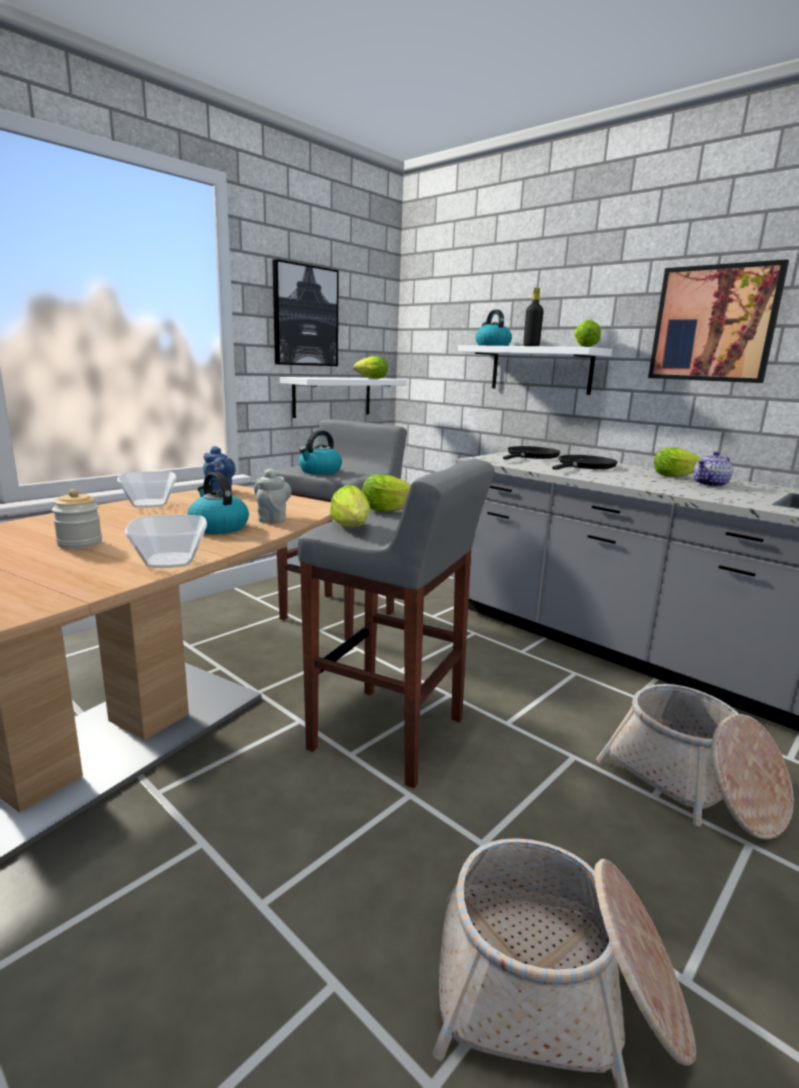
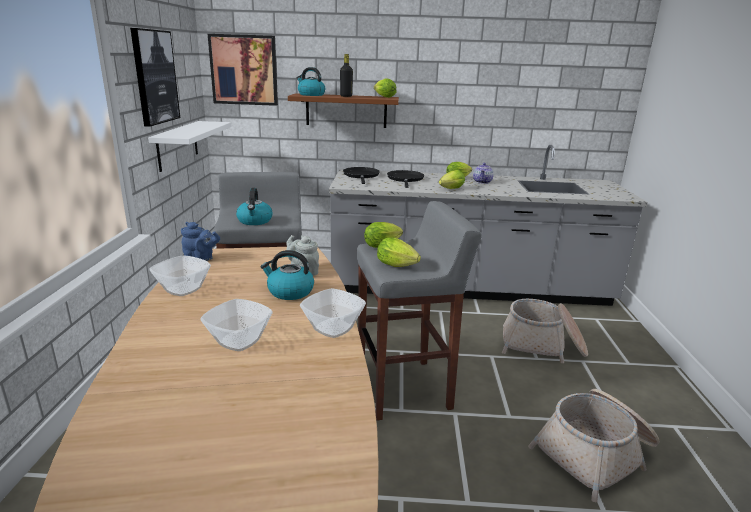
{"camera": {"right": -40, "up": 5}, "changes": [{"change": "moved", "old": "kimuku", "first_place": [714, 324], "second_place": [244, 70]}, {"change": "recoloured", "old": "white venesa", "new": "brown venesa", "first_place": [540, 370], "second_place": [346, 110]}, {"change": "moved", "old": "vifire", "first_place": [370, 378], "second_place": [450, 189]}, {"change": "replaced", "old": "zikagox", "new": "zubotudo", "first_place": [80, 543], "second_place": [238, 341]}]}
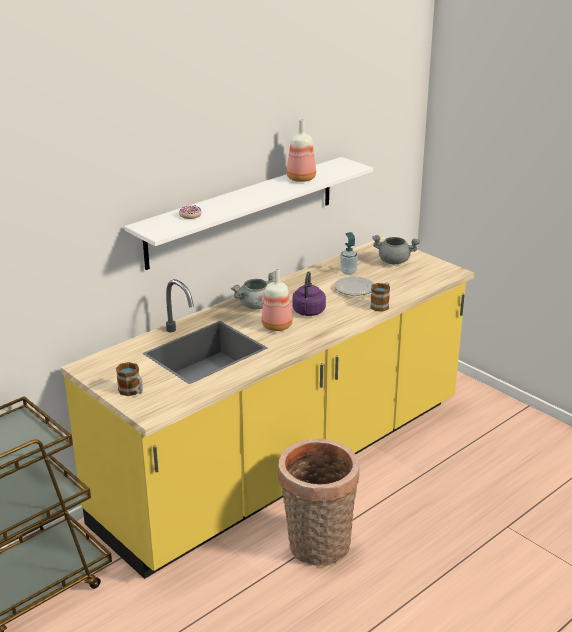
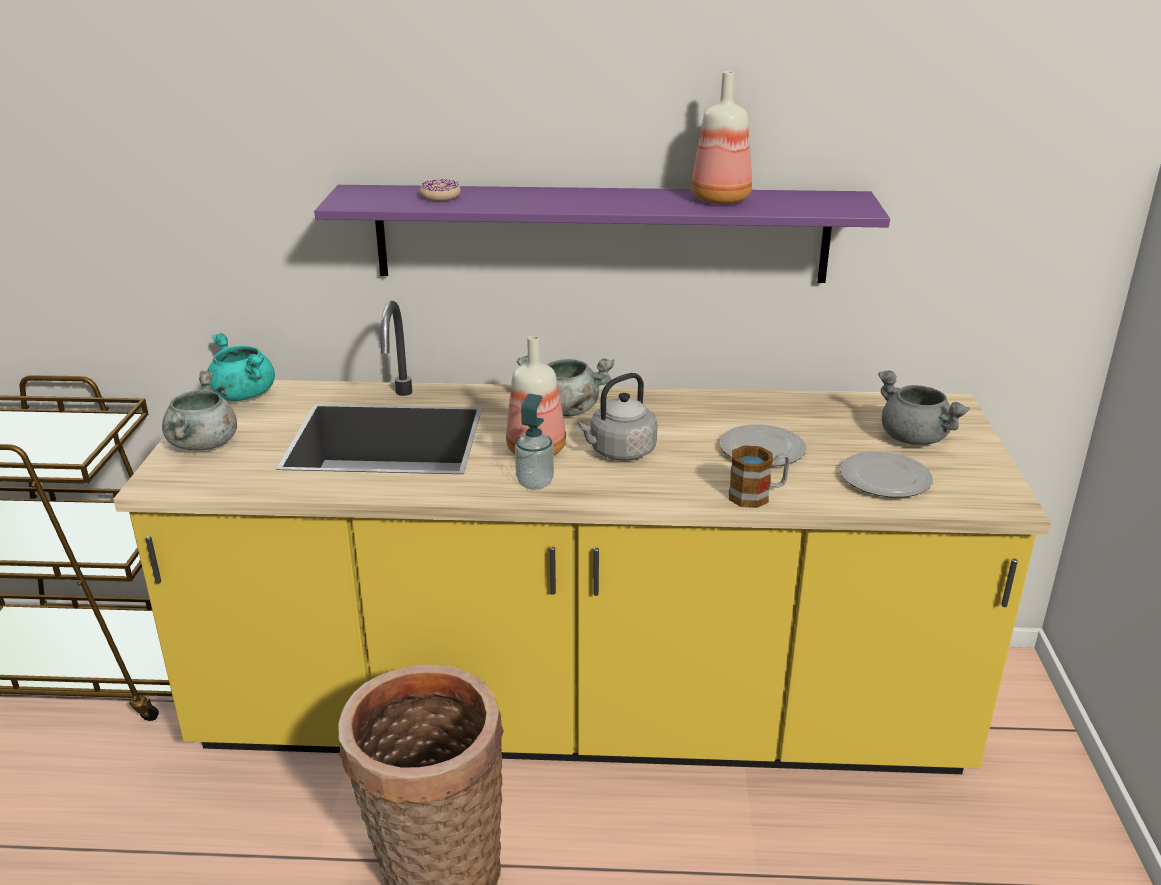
{"camera": {"right": 45, "up": 0}, "changes": [{"change": "recoloured", "old": "white venesa", "new": "purple venesa", "first_place": [242, 211], "second_place": [601, 233]}, {"change": "moved", "old": "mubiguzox", "first_place": [348, 272], "second_place": [535, 482]}, {"change": "recoloured", "old": "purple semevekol", "new": "grey semevekol", "first_place": [308, 312], "second_place": [619, 452]}, {"change": "replaced", "old": "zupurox", "new": "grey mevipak", "first_place": [132, 391], "second_place": [204, 444]}, {"change": "added", "new": "turquoise mevipak", "second_place": [242, 394]}, {"change": "added", "new": "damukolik", "second_place": [885, 480]}]}
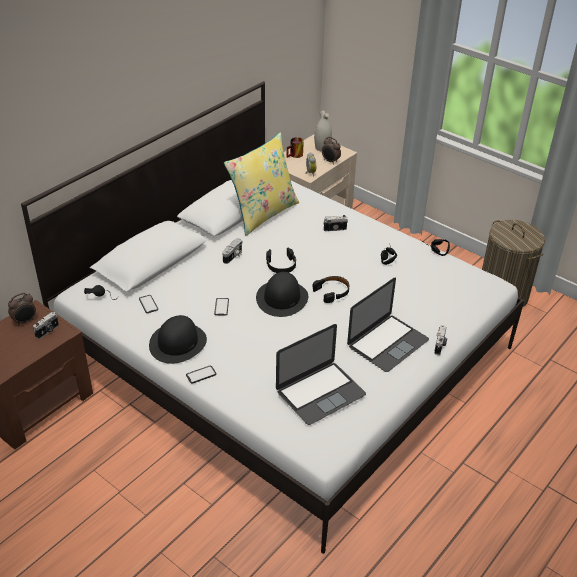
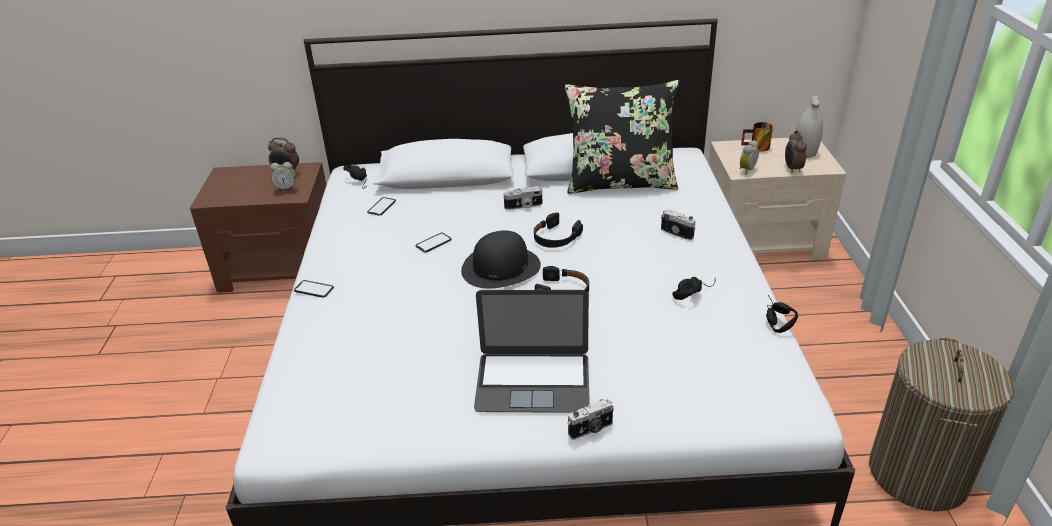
{"camera": {"right": 50, "up": -5}, "changes": [{"change": "recoloured", "old": "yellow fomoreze", "new": "black fomoreze", "first_place": [263, 213], "second_place": [620, 183]}, {"change": "replaced", "old": "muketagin", "new": "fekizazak", "first_place": [48, 331], "second_place": [286, 189]}, {"change": "removed", "old": "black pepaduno", "first_place": [178, 342]}, {"change": "removed", "old": "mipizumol", "first_place": [320, 392]}]}
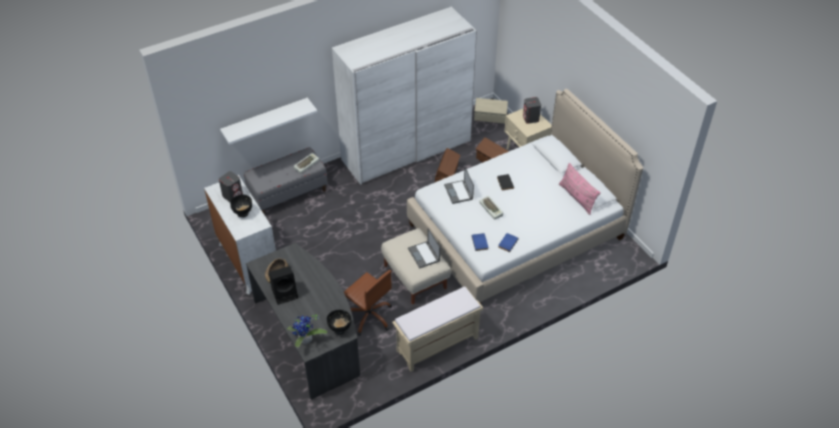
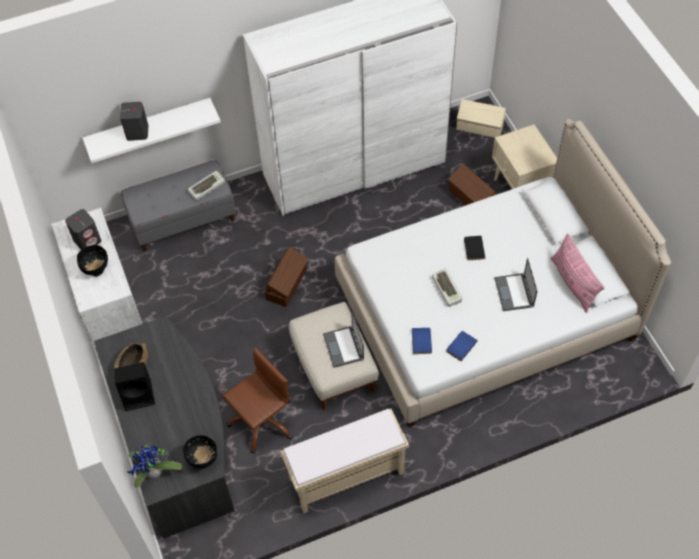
{"camera": {"right": 10, "up": 10}, "changes": [{"change": "moved", "old": "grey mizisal", "first_place": [531, 118], "second_place": [137, 132]}, {"change": "moved", "old": "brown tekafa", "first_place": [447, 175], "second_place": [287, 284]}, {"change": "moved", "old": "mipizumol", "first_place": [458, 192], "second_place": [514, 293]}, {"change": "turned", "old": "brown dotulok", "first_place": [369, 316], "second_place": [262, 421], "degrees": -90}]}
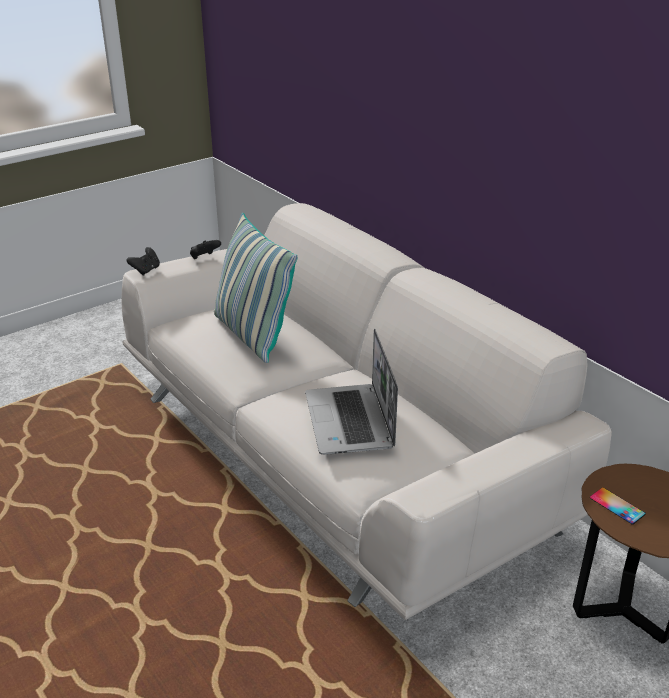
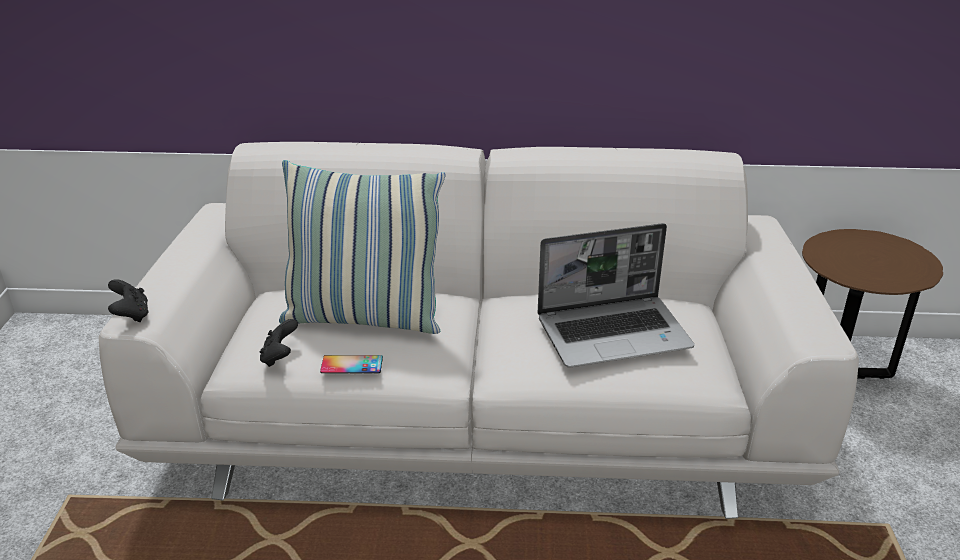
{"camera": {"right": -50, "up": 0}, "changes": [{"change": "moved", "old": "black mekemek", "first_place": [204, 258], "second_place": [280, 357]}, {"change": "turned", "old": "mipizumol", "first_place": [350, 422], "second_place": [614, 333], "degrees": -45}, {"change": "moved", "old": "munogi", "first_place": [617, 506], "second_place": [351, 365]}]}
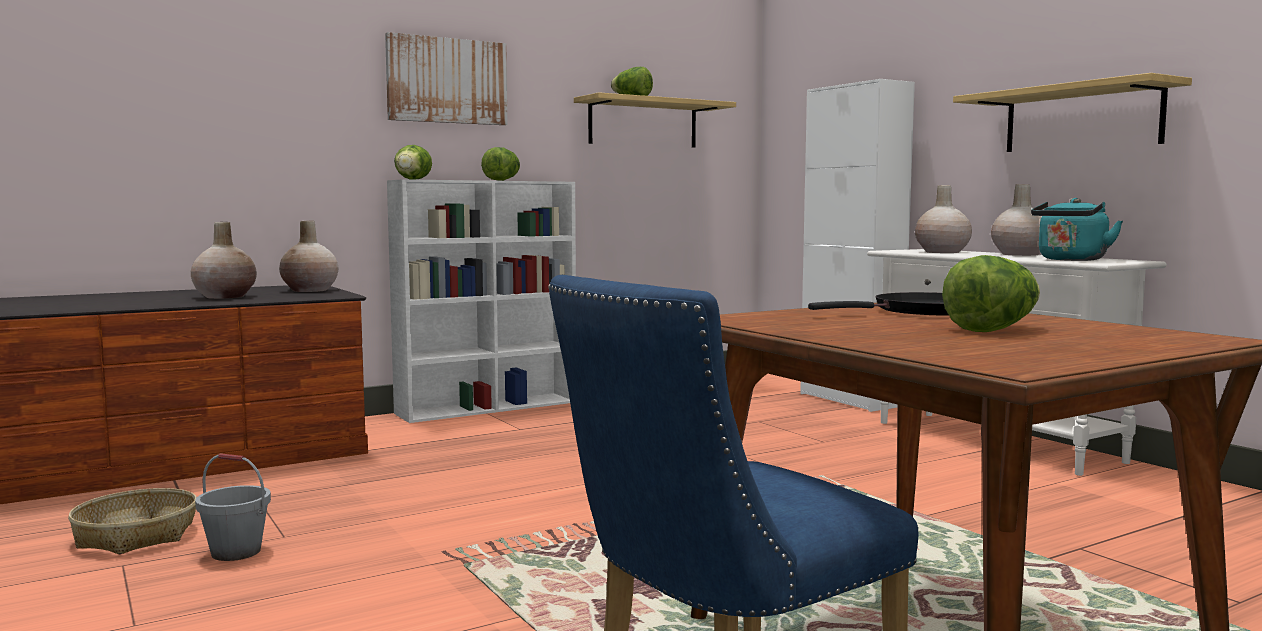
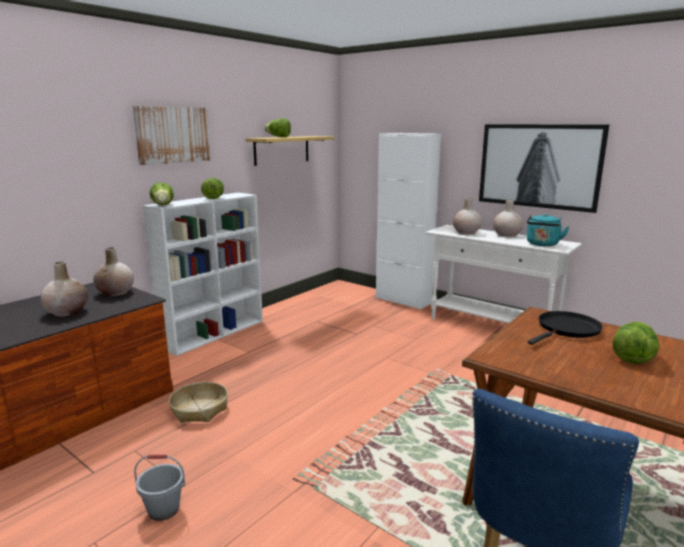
{"camera": {"right": -20, "up": 10}, "changes": [{"change": "replaced", "old": "venesa", "new": "kimuku", "first_place": [1081, 119], "second_place": [538, 166]}, {"change": "moved", "old": "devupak", "first_place": [135, 535], "second_place": [199, 409]}]}
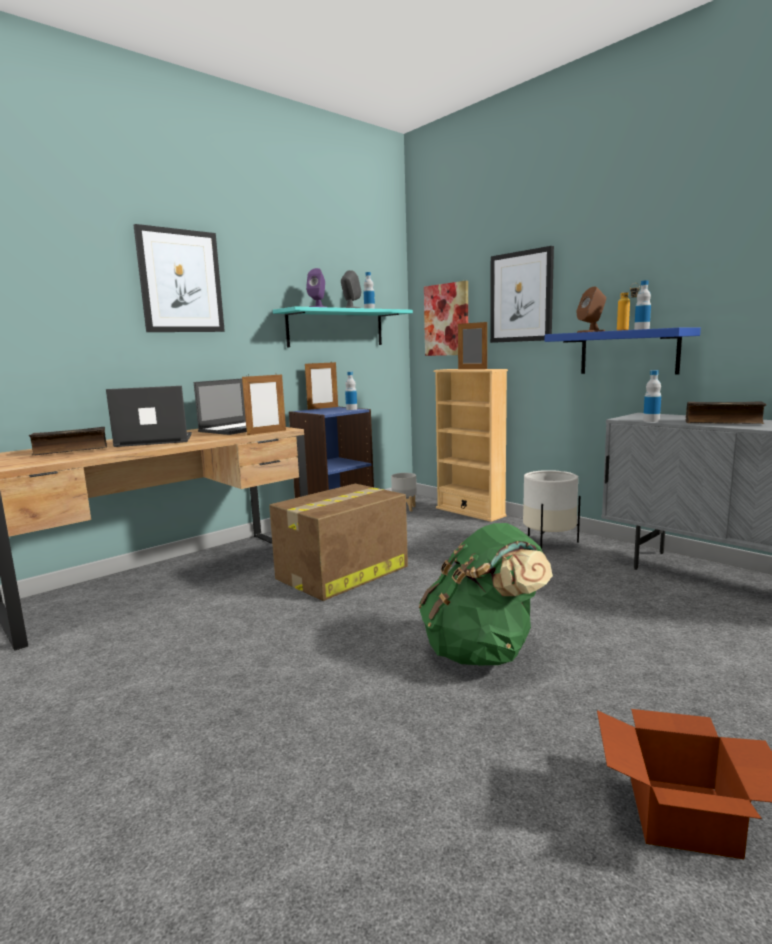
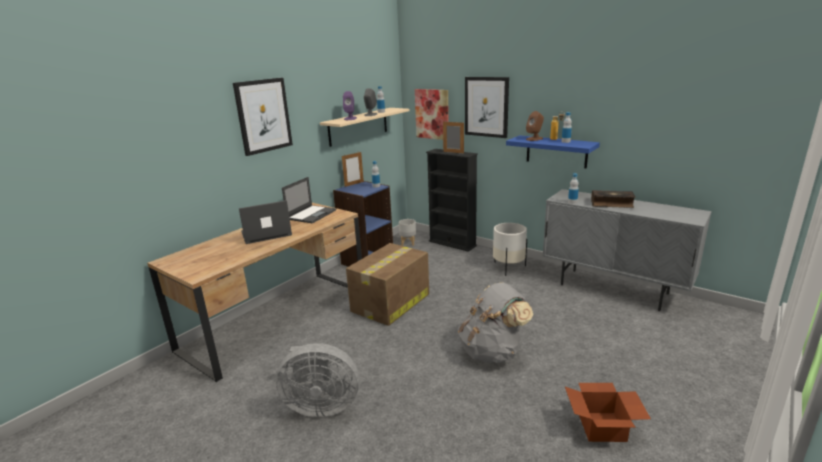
{"camera": {"right": -10, "up": 10}, "changes": [{"change": "recoloured", "old": "turquoise venesa", "new": "beige venesa", "first_place": [336, 328], "second_place": [358, 126]}, {"change": "recoloured", "old": "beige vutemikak", "new": "black vutemikak", "first_place": [470, 512], "second_place": [452, 243]}, {"change": "removed", "old": "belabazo", "first_place": [266, 432]}, {"change": "removed", "old": "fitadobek", "first_place": [71, 450]}, {"change": "recoloured", "old": "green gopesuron", "new": "grey gopesuron", "first_place": [482, 652], "second_place": [492, 351]}, {"change": "added", "new": "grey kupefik", "second_place": [321, 405]}]}
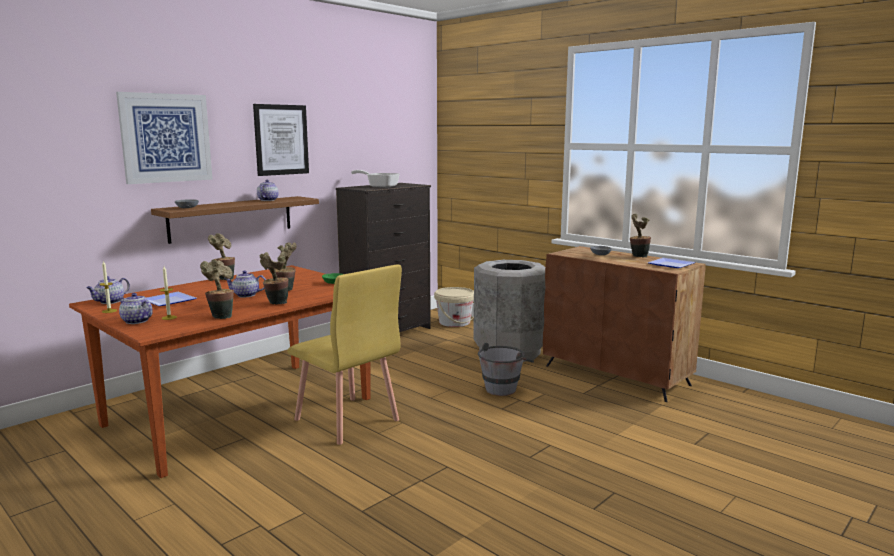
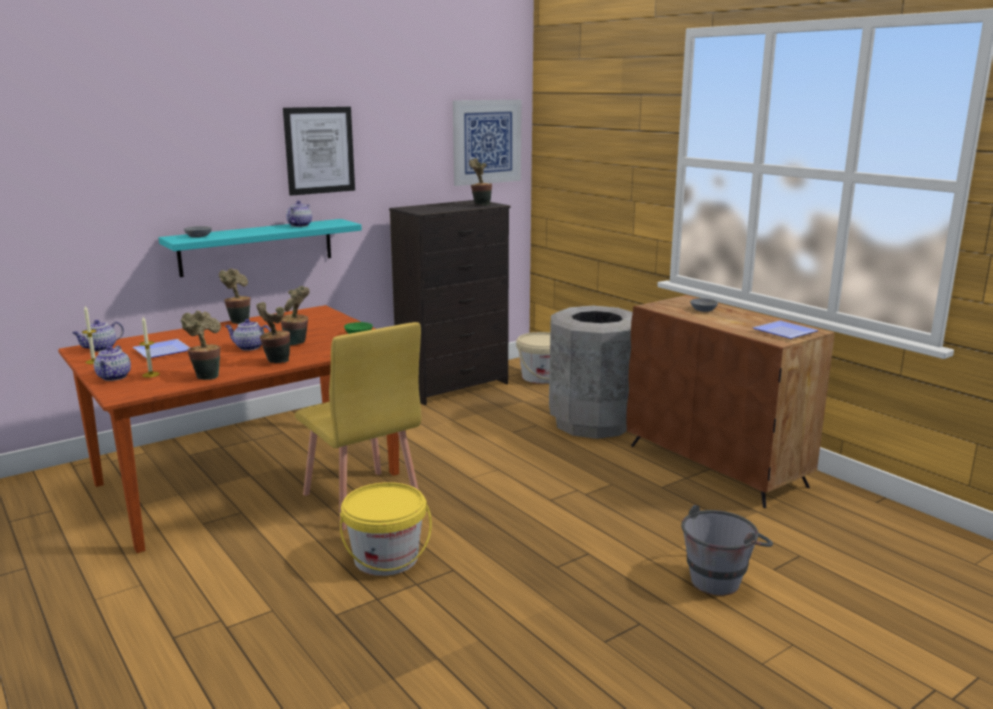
{"camera": {"right": 10, "up": 5}, "changes": [{"change": "moved", "old": "kimuku", "first_place": [166, 138], "second_place": [486, 142]}, {"change": "removed", "old": "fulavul", "first_place": [379, 186]}, {"change": "recoloured", "old": "brown venesa", "new": "turquoise venesa", "first_place": [231, 218], "second_place": [257, 247]}, {"change": "moved", "old": "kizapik", "first_place": [638, 257], "second_place": [480, 205]}, {"change": "turned", "old": "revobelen", "first_place": [136, 321], "second_place": [114, 377], "degrees": -135}, {"change": "moved", "old": "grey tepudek", "first_place": [504, 387], "second_place": [721, 578]}, {"change": "added", "new": "yellow tepudek", "second_place": [386, 558]}]}
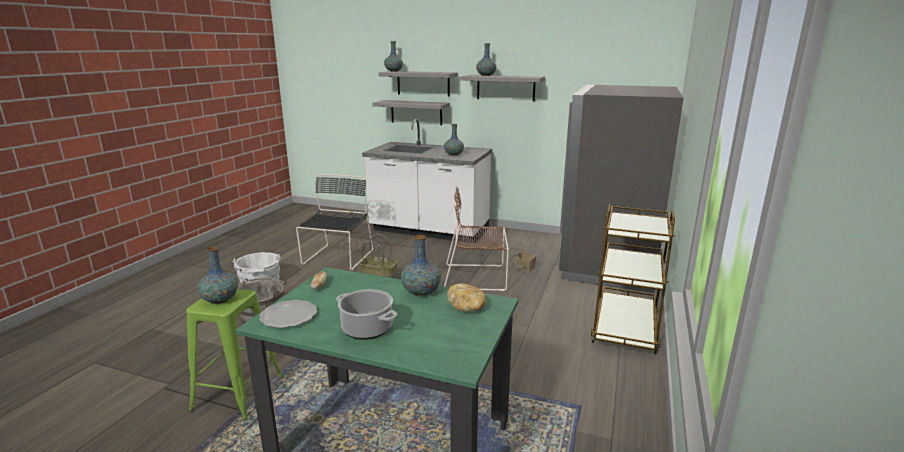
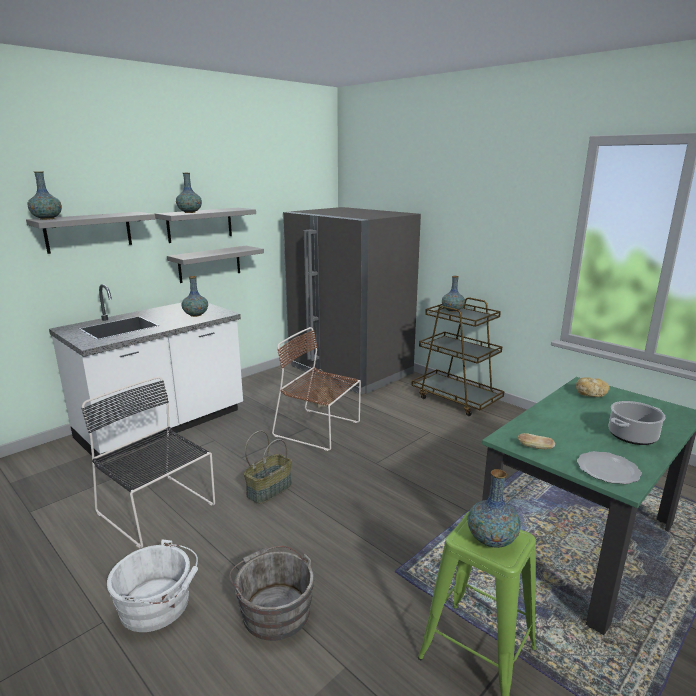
{"camera": {"right": -65, "up": 0}, "changes": [{"change": "moved", "old": "grey venesa", "first_place": [416, 112], "second_place": [209, 264]}, {"change": "turned", "old": "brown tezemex", "first_place": [477, 277], "second_place": [319, 429], "degrees": 90}, {"change": "moved", "old": "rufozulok", "first_place": [421, 292], "second_place": [452, 310]}]}
